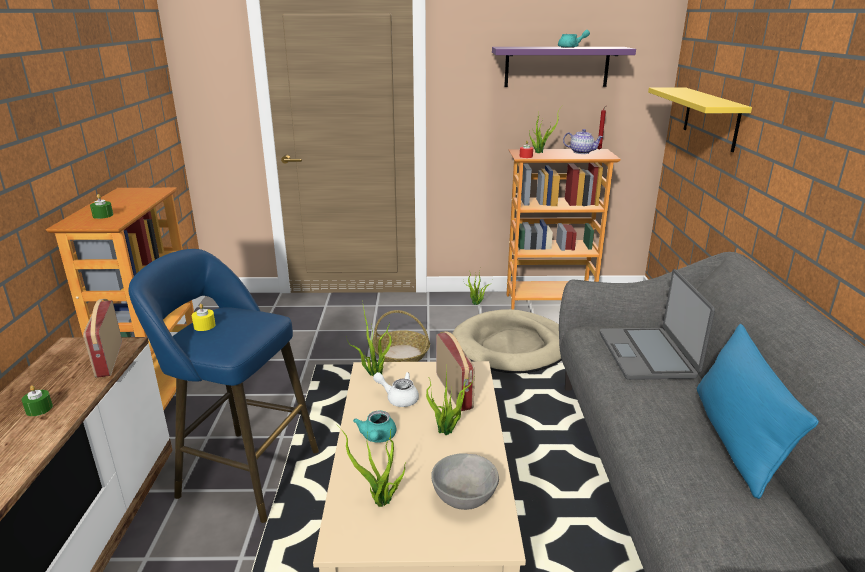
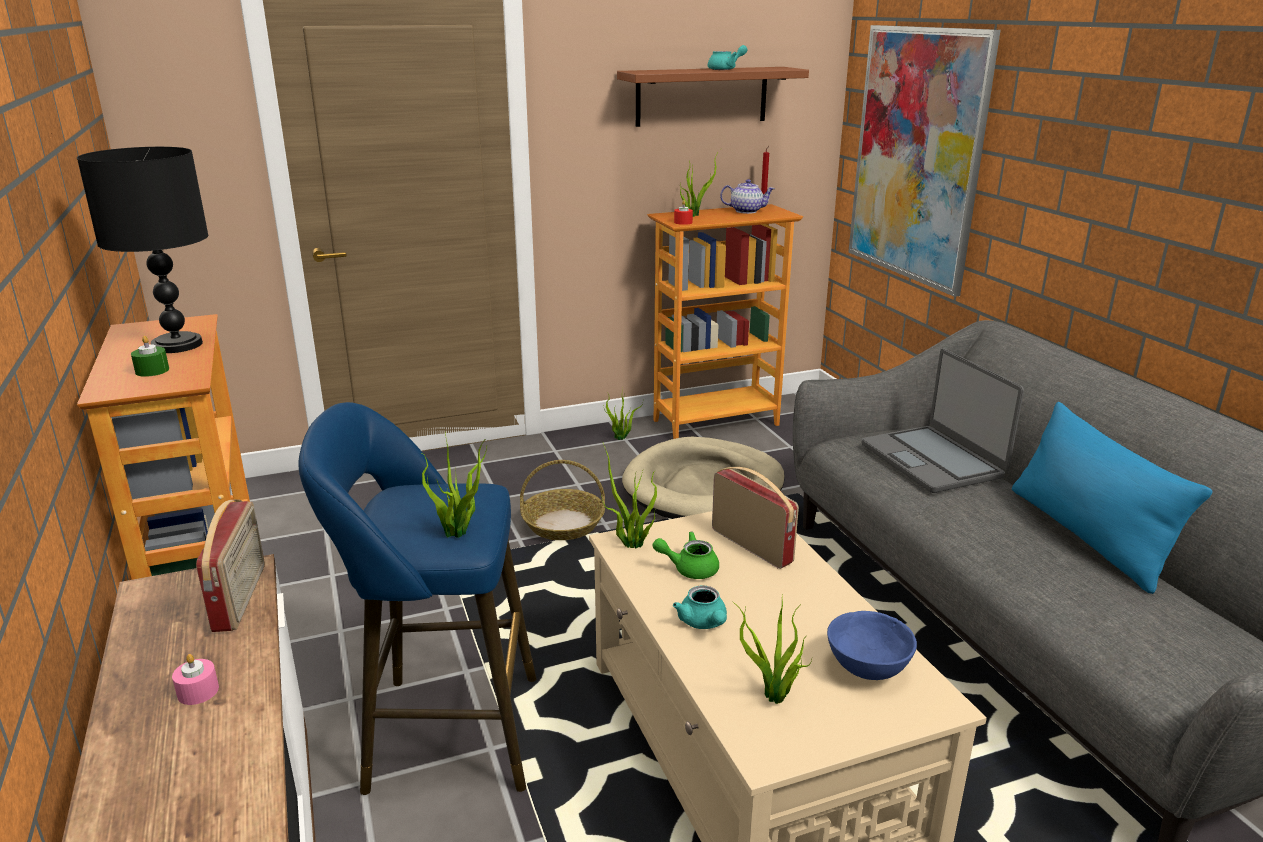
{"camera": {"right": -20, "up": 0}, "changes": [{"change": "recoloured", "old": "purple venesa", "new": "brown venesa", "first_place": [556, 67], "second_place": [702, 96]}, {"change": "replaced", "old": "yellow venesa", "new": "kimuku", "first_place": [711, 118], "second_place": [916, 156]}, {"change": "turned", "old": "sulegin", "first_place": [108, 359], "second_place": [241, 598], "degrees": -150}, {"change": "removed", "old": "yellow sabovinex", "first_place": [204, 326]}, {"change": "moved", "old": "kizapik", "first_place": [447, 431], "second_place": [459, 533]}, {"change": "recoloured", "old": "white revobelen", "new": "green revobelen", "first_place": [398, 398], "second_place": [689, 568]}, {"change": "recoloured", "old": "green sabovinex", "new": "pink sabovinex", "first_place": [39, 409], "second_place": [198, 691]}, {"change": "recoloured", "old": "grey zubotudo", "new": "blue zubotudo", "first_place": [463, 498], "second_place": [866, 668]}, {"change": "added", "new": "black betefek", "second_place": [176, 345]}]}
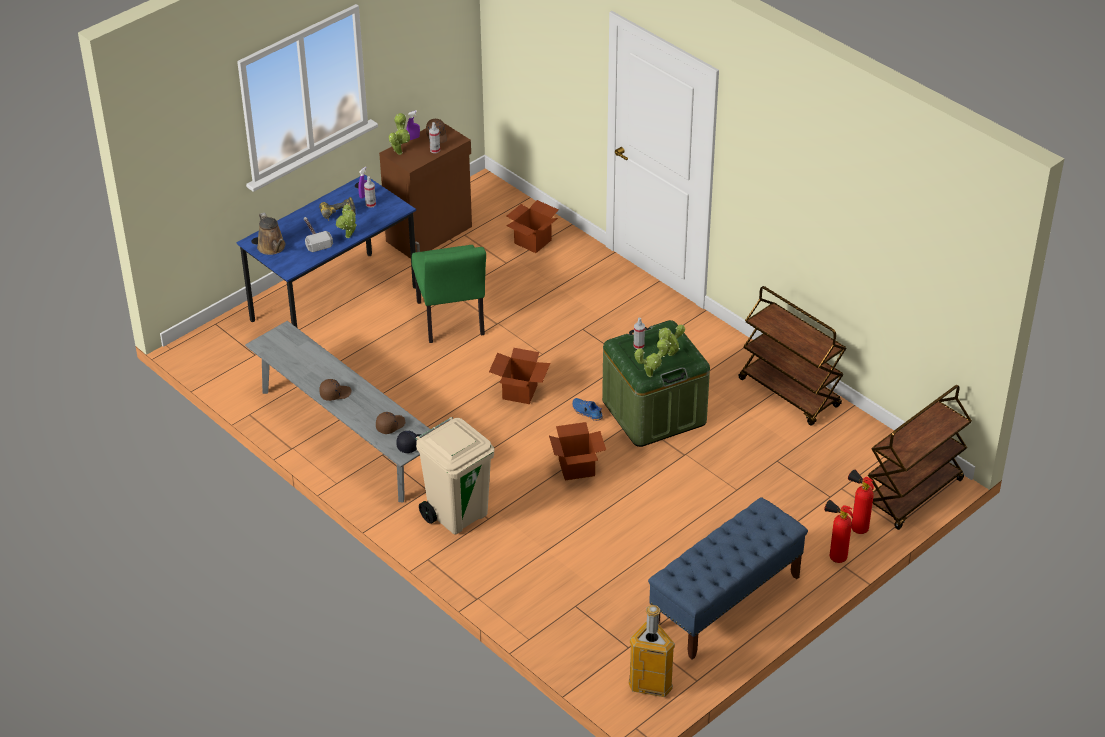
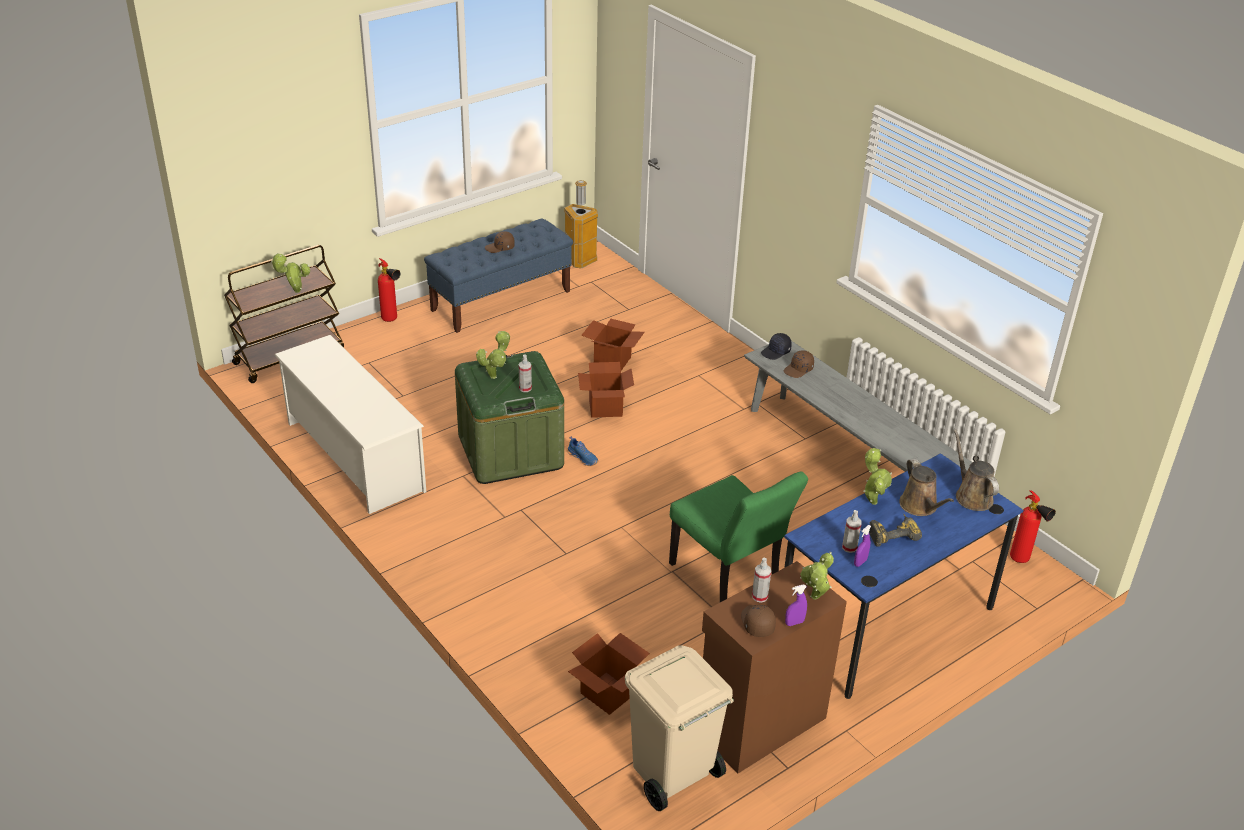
{"camera": {"right": -175, "up": -5}, "changes": [{"change": "replaced", "old": "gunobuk", "new": "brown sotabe", "first_place": [313, 236], "second_place": [920, 506]}, {"change": "turned", "old": "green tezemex", "first_place": [452, 322], "second_place": [729, 578], "degrees": 150}, {"change": "replaced", "old": "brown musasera", "new": "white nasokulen", "first_place": [790, 393], "second_place": [354, 456]}, {"change": "moved", "old": "kizapik", "first_place": [652, 374], "second_place": [295, 291]}, {"change": "moved", "old": "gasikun", "first_place": [519, 392], "second_place": [612, 361]}, {"change": "moved", "old": "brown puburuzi", "first_place": [335, 393], "second_place": [500, 248]}, {"change": "moved", "old": "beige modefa", "first_place": [458, 514], "second_place": [672, 775]}, {"change": "moved", "old": "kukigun", "first_place": [856, 527], "second_place": [1023, 561]}]}
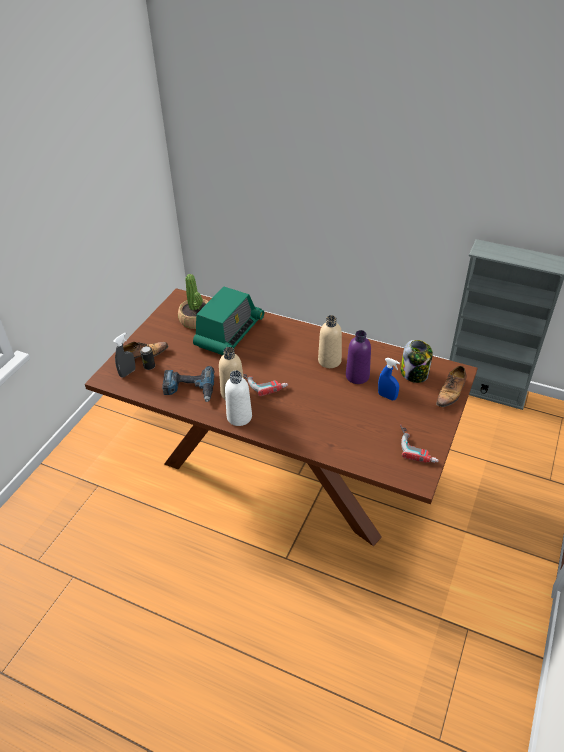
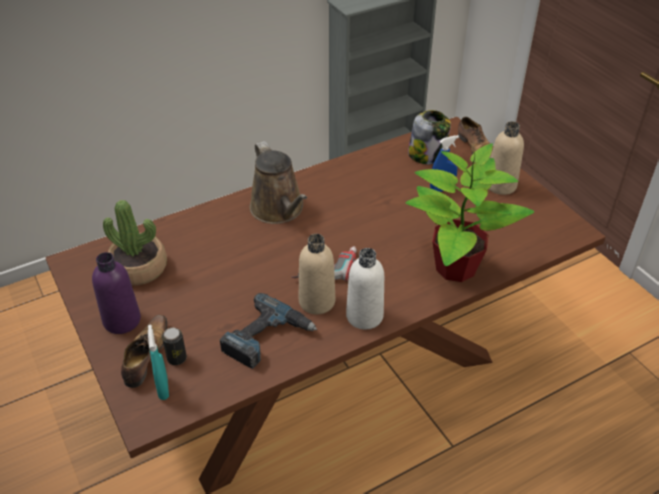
{"camera": {"right": -55, "up": 0}, "changes": [{"change": "removed", "old": "sulegin", "first_place": [229, 333]}, {"change": "moved", "old": "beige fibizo", "first_place": [329, 361], "second_place": [501, 185]}, {"change": "moved", "old": "purple fibizo", "first_place": [357, 376], "second_place": [122, 320]}, {"change": "recoloured", "old": "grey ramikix", "new": "turquoise ramikix", "first_place": [127, 373], "second_place": [163, 388]}, {"change": "removed", "old": "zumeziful", "first_place": [418, 446]}, {"change": "added", "new": "brown sotabe", "second_place": [279, 210]}, {"change": "added", "new": "kizapik", "second_place": [454, 268]}]}
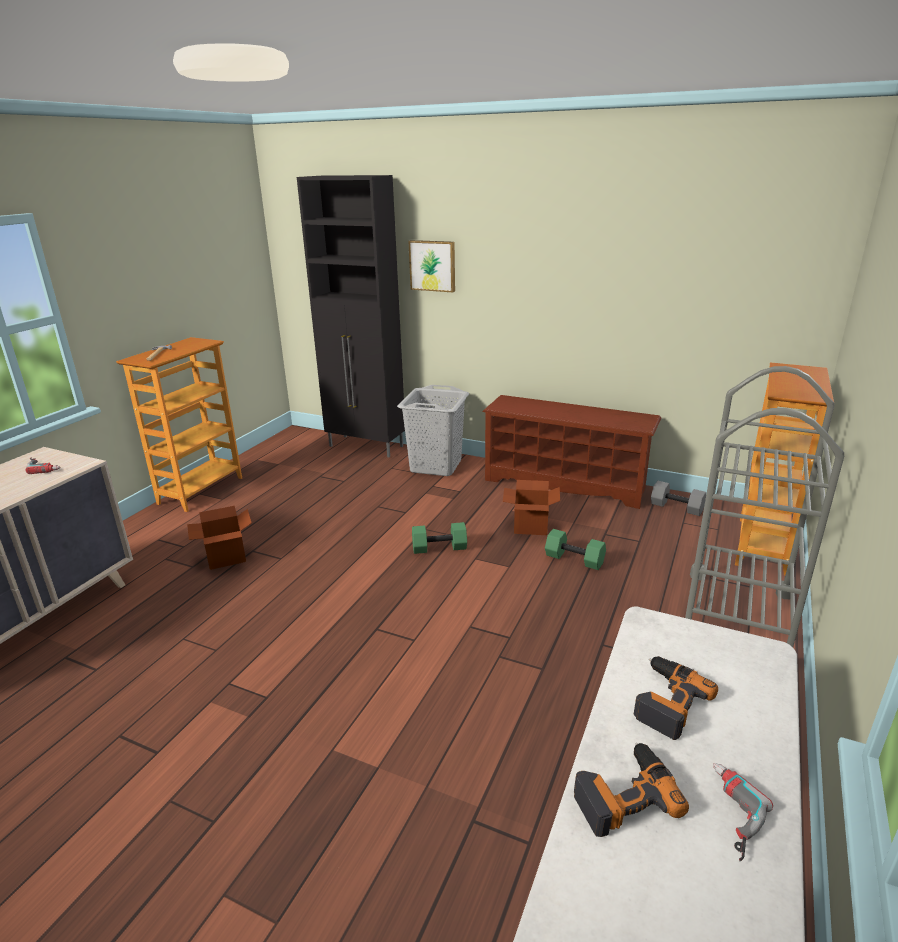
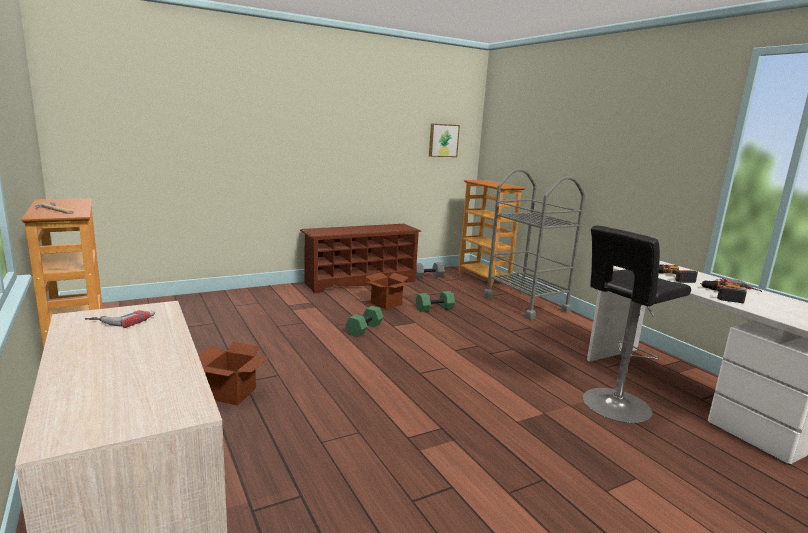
{"camera": {"right": -55, "up": -10}, "changes": [{"change": "removed", "old": "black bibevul", "first_place": [366, 446]}, {"change": "moved", "old": "kimuku", "first_place": [433, 265], "second_place": [443, 140]}, {"change": "removed", "old": "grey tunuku", "first_place": [436, 466]}, {"change": "added", "new": "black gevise", "second_place": [613, 406]}]}
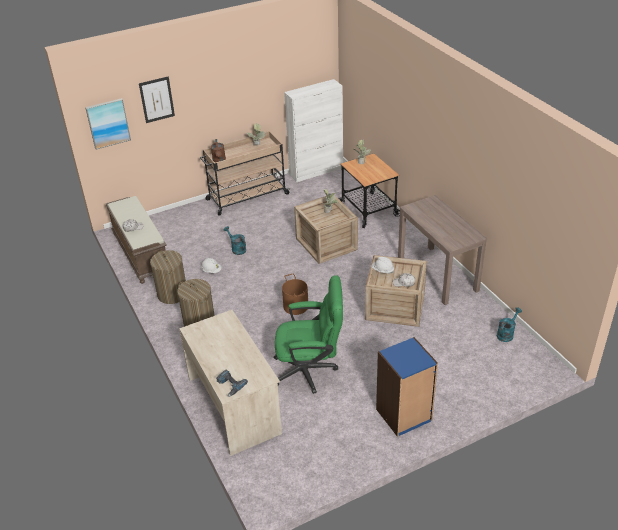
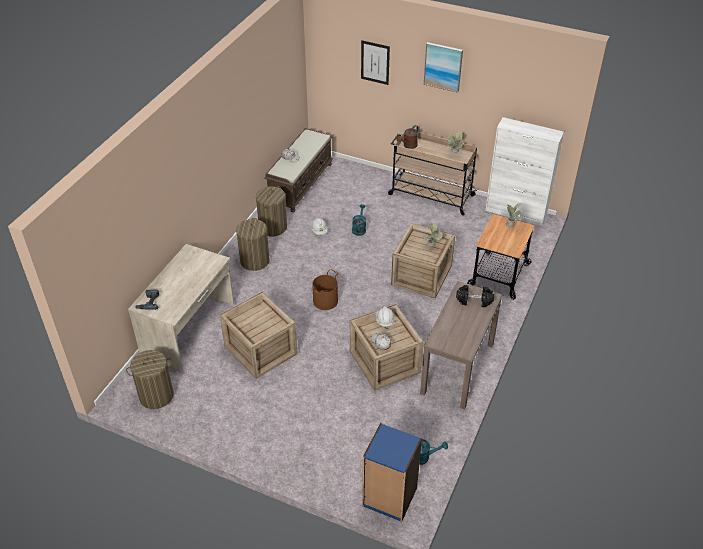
{"camera": {"right": 50, "up": 5}, "changes": [{"change": "moved", "old": "kimuku", "first_place": [108, 123], "second_place": [443, 66]}, {"change": "replaced", "old": "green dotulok", "new": "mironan", "first_place": [310, 370], "second_place": [260, 350]}, {"change": "moved", "old": "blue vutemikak", "first_place": [404, 415], "second_place": [389, 497]}, {"change": "added", "new": "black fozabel", "second_place": [474, 300]}, {"change": "added", "new": "tunuku", "second_place": [156, 396]}]}
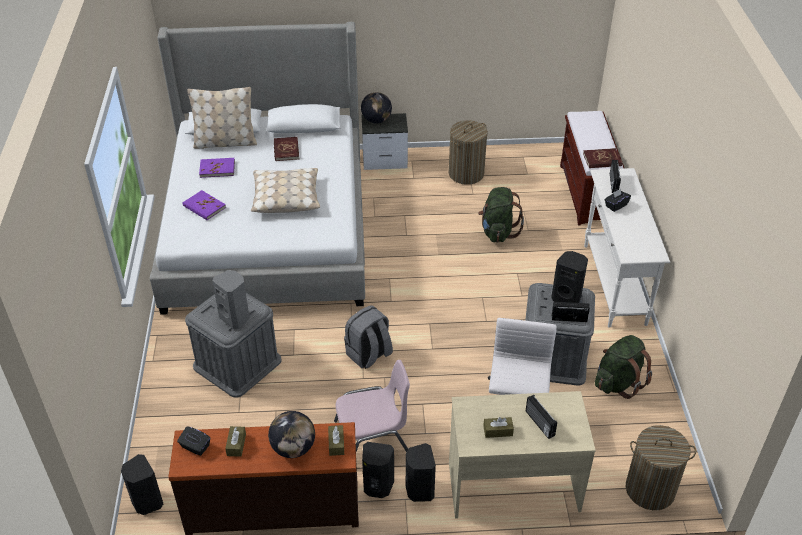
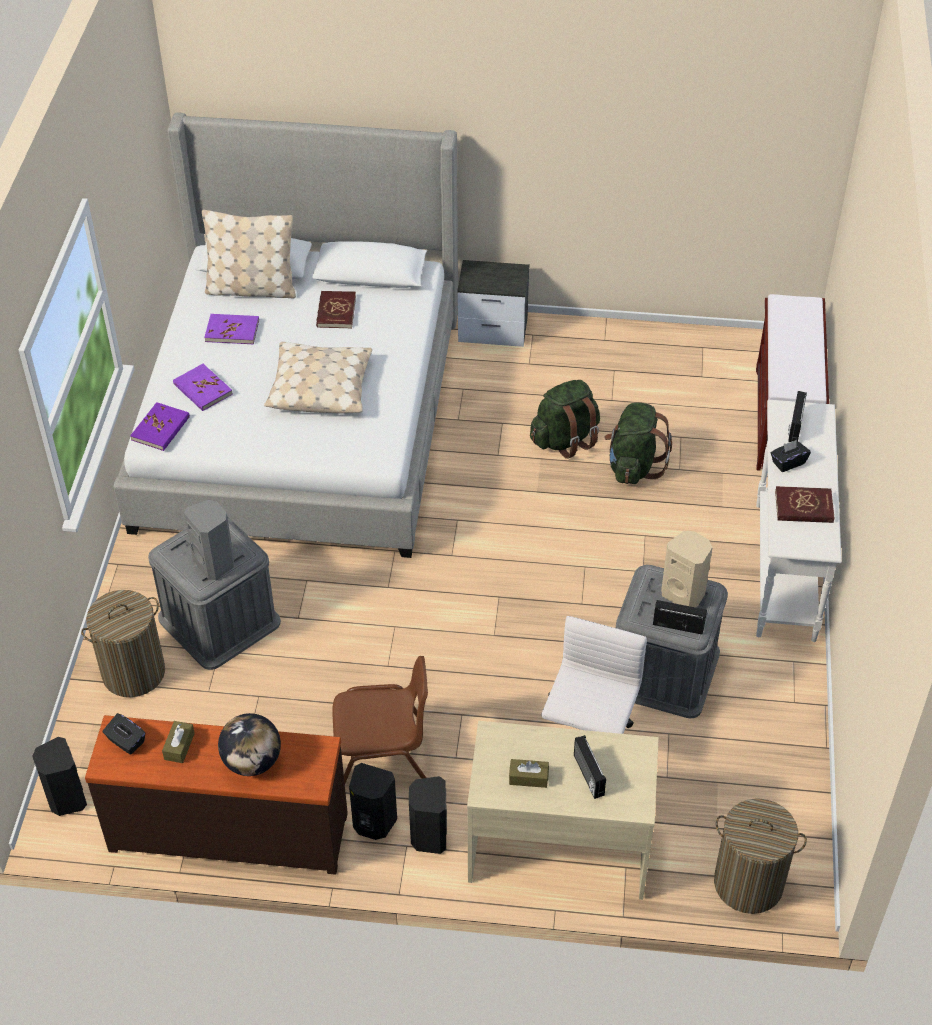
{"camera": {"right": 10, "up": 5}, "changes": [{"change": "removed", "old": "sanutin", "first_place": [376, 120]}, {"change": "moved", "old": "tunuku", "first_place": [466, 173], "second_place": [134, 672]}, {"change": "moved", "old": "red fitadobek", "first_place": [602, 160], "second_place": [804, 507]}, {"change": "recoloured", "old": "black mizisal", "new": "beige mizisal", "first_place": [567, 298], "second_place": [684, 594]}, {"change": "removed", "old": "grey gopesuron", "first_place": [369, 355]}, {"change": "moved", "old": "green gopesuron", "first_place": [618, 382], "second_place": [565, 439]}, {"change": "recoloured", "old": "pink tezemex", "new": "brown tezemex", "first_place": [373, 437], "second_place": [382, 753]}, {"change": "removed", "old": "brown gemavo", "first_place": [336, 444]}, {"change": "added", "new": "purple fitadobek", "second_place": [161, 428]}]}
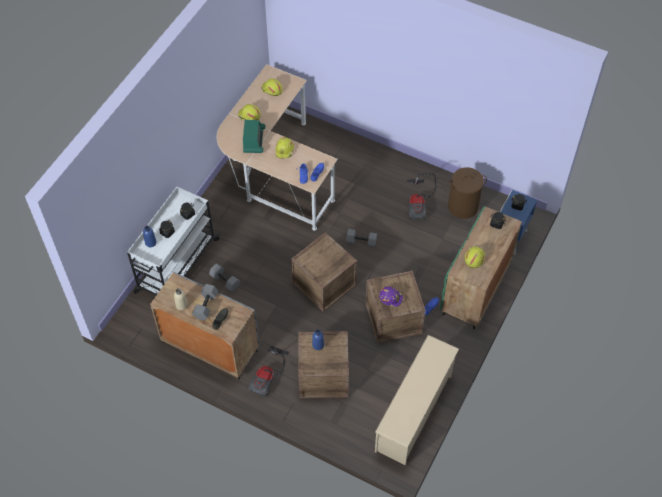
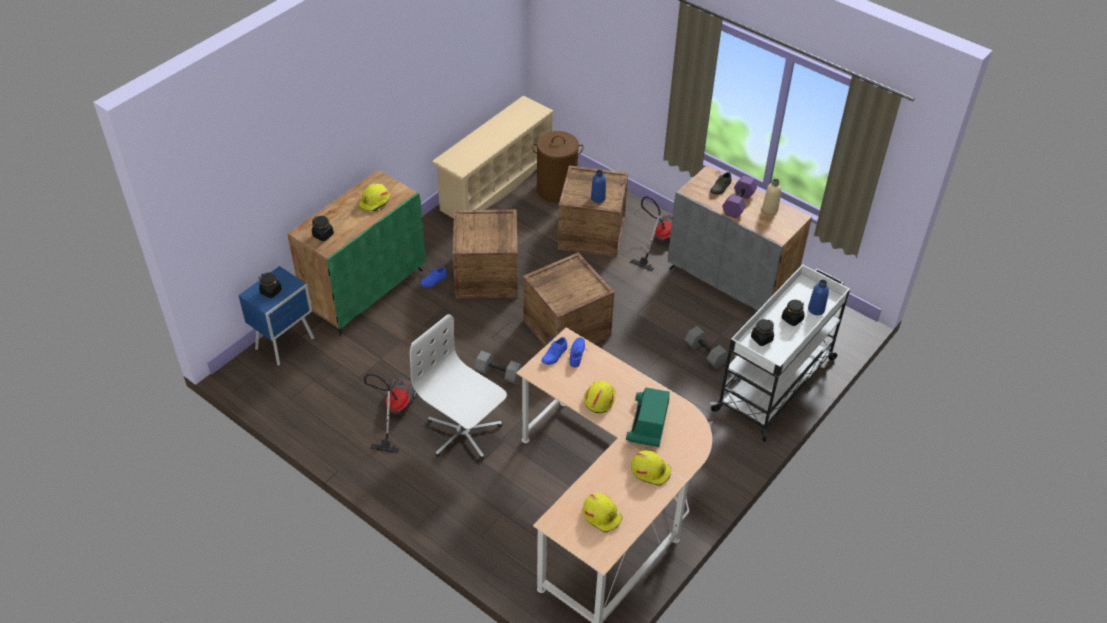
{"camera": {"right": -170, "up": -10}, "changes": [{"change": "moved", "old": "brown tunuku", "first_place": [463, 206], "second_place": [556, 190]}, {"change": "recoloured", "old": "grey fozabel", "new": "purple fozabel", "first_place": [205, 305], "second_place": [739, 204]}, {"change": "removed", "old": "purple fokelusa", "first_place": [391, 298]}, {"change": "added", "new": "white dotulok", "second_place": [463, 433]}]}
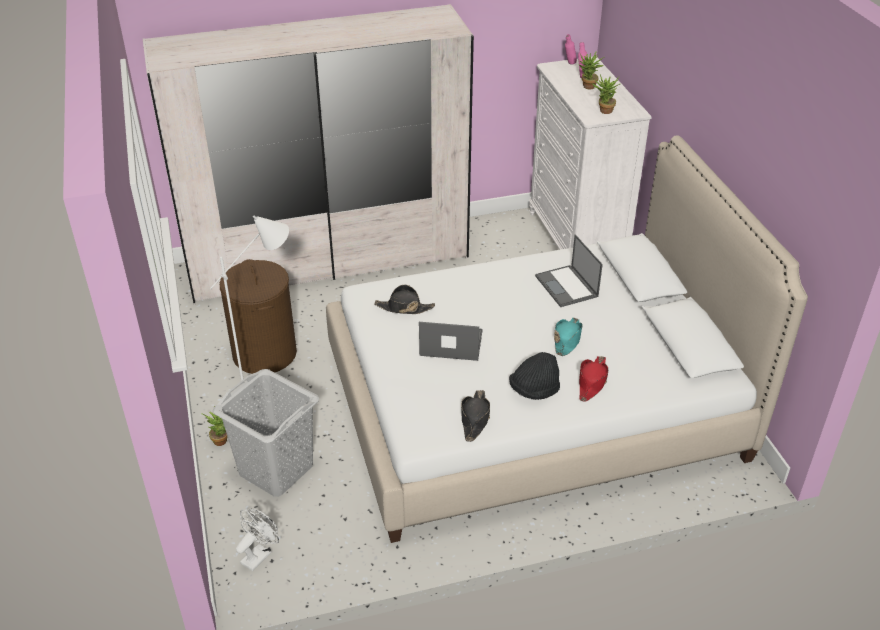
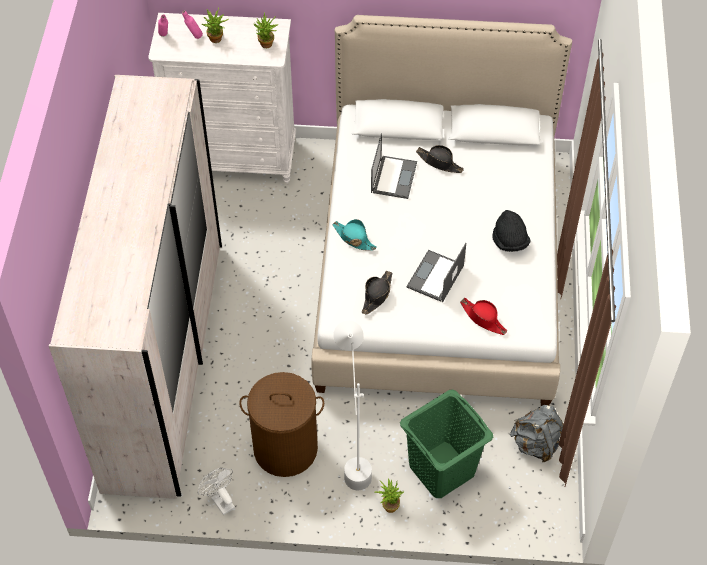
{"camera": {"right": -70, "up": 15}, "changes": [{"change": "turned", "old": "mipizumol", "first_place": [567, 287], "second_place": [393, 177], "degrees": -75}, {"change": "moved", "old": "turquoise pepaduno", "first_place": [567, 340], "second_place": [353, 238]}, {"change": "moved", "old": "red pepaduno", "first_place": [592, 382], "second_place": [483, 319]}, {"change": "recoloured", "old": "grey tunuku", "new": "green tunuku", "first_place": [276, 469], "second_place": [441, 469]}, {"change": "moved", "old": "black pepaduno", "first_place": [475, 419], "second_place": [440, 162]}, {"change": "moved", "old": "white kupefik", "first_place": [259, 554], "second_place": [220, 500]}, {"change": "added", "new": "grey gopesuron", "second_place": [536, 443]}]}
